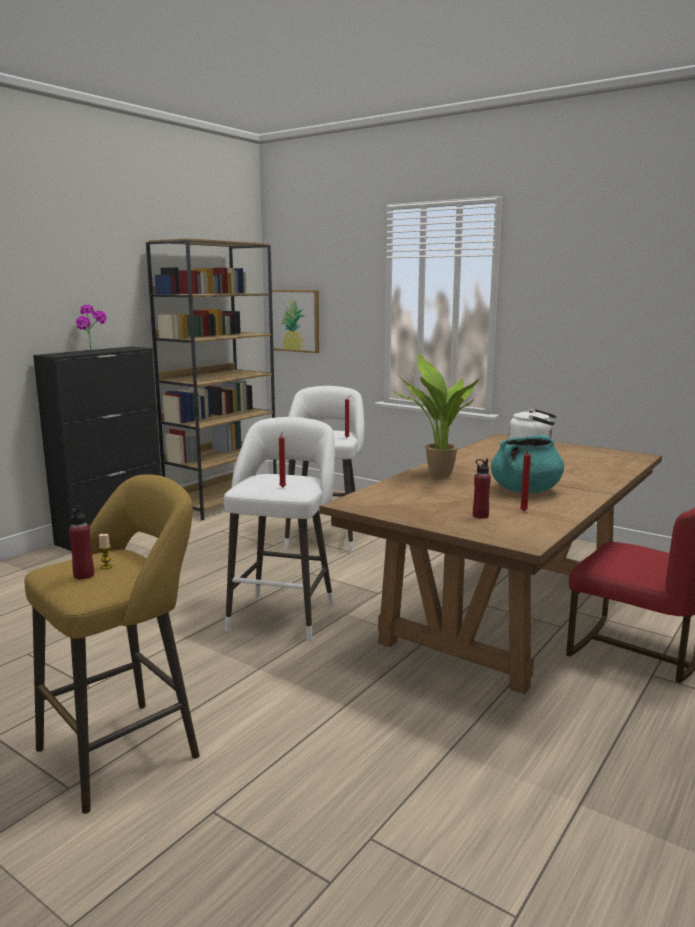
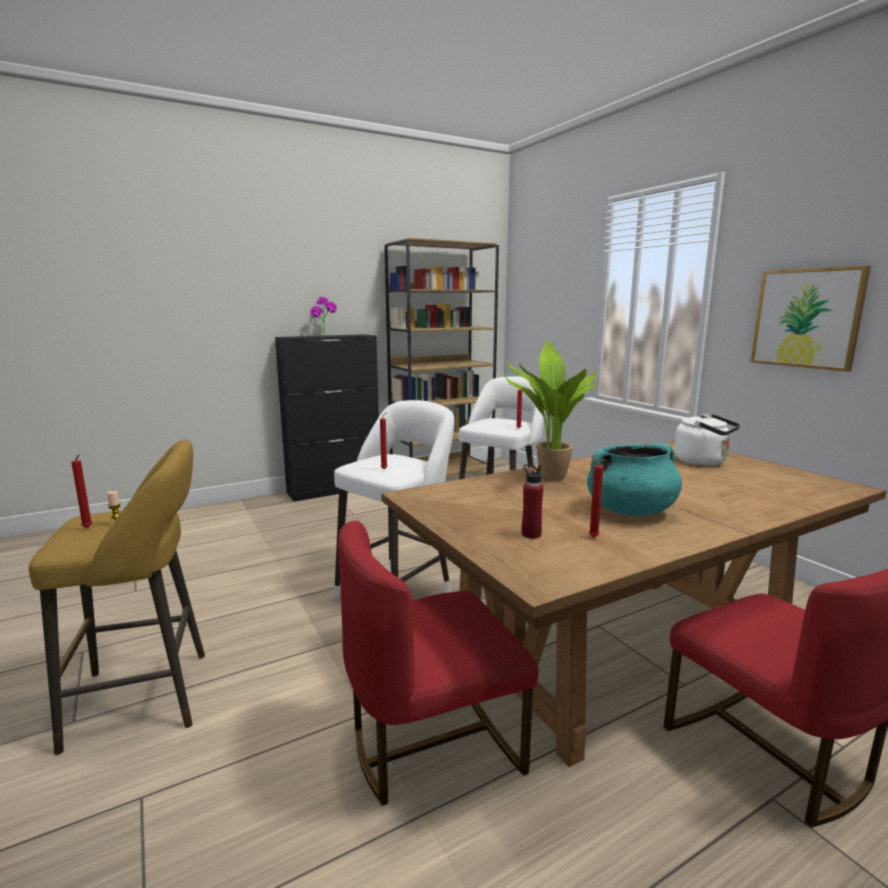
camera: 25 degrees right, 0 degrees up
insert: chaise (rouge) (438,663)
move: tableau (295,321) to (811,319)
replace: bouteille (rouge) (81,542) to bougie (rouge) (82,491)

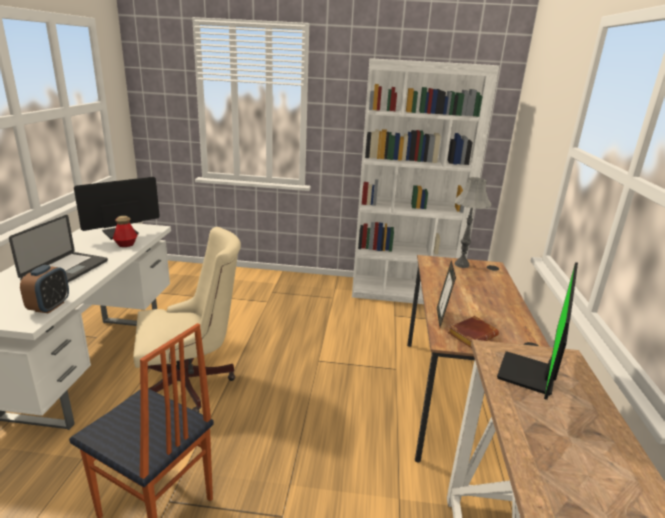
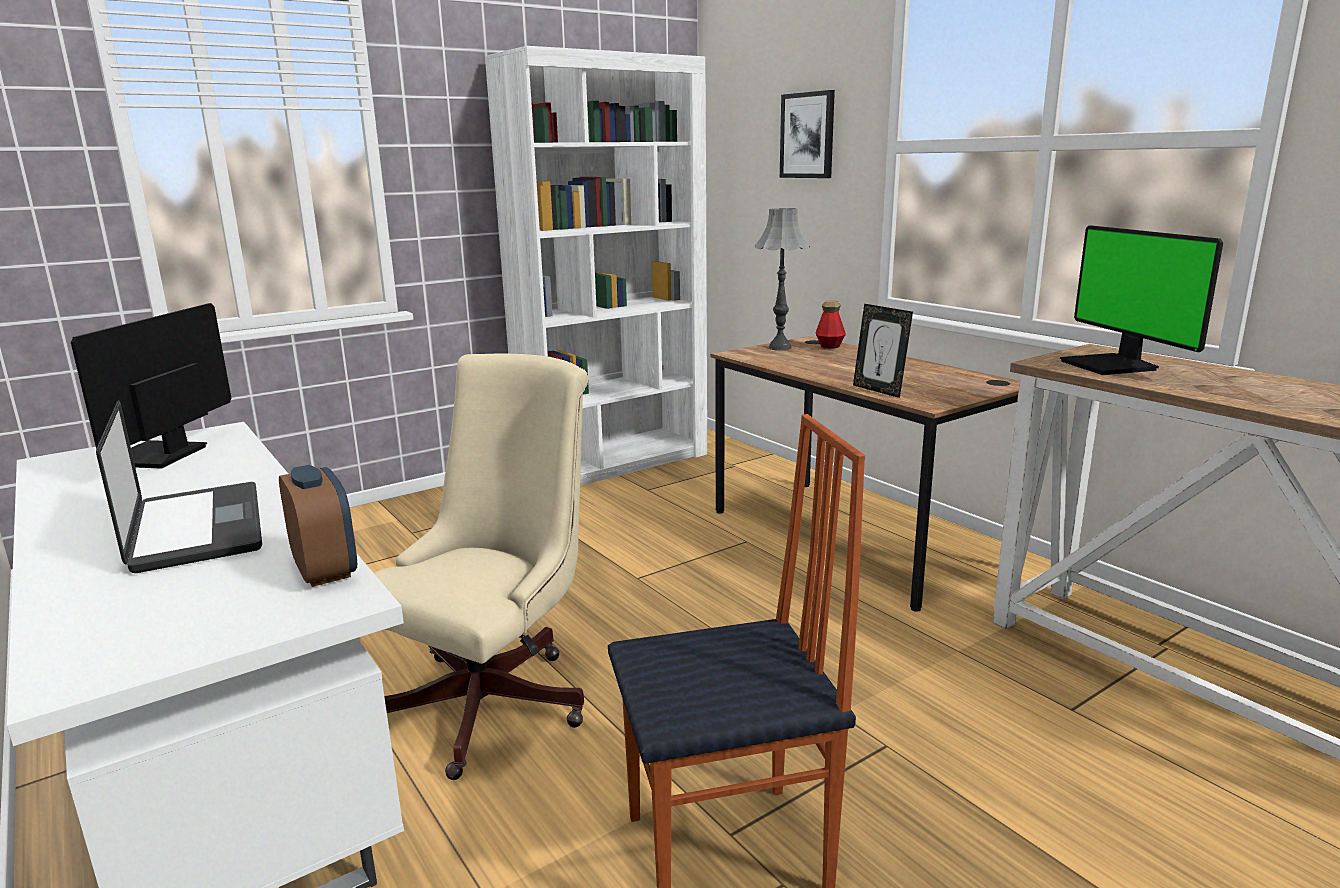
camera: 40 degrees left, 5 degrees down
delete: livre (marron) (473,332)
insert: tableau (807,134)
move: bouteille (125,231) to (830,324)

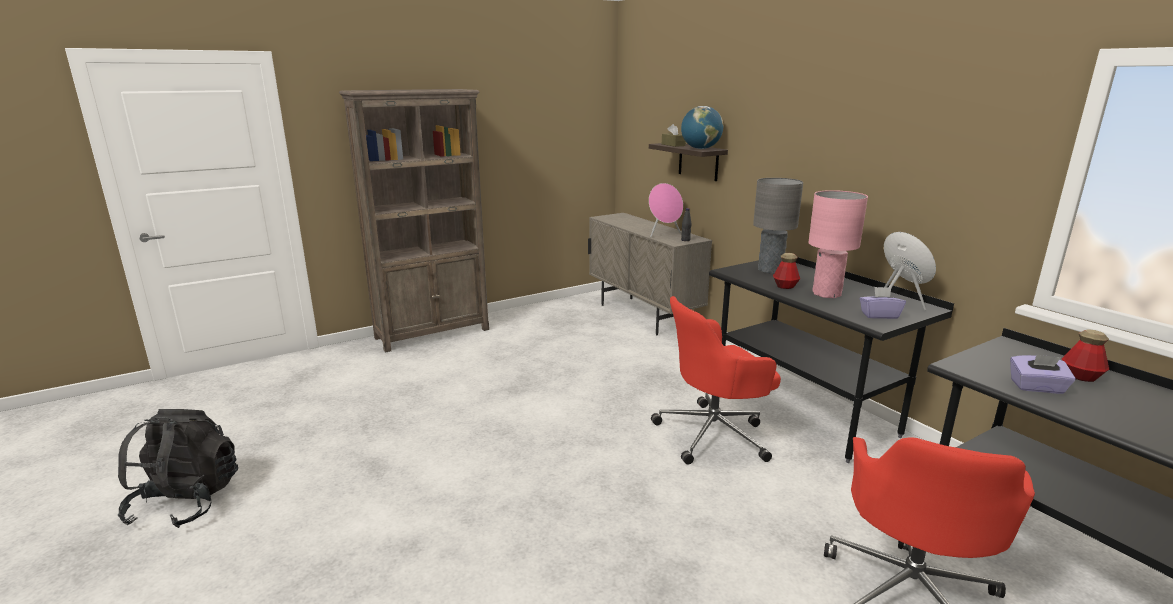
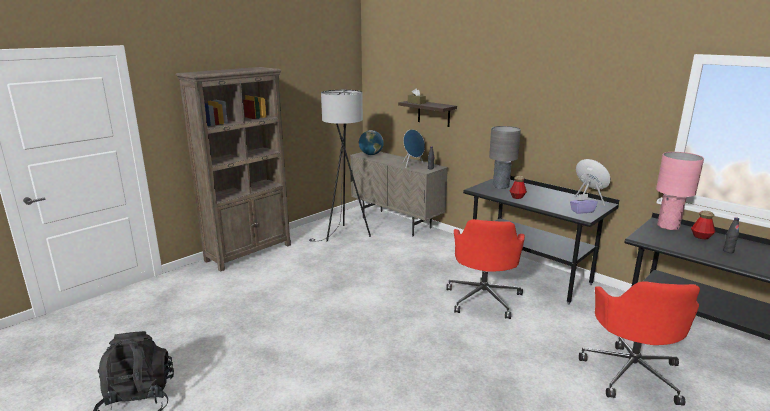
camera: 15 degrees left, 0 degrees up
delete: boîte à mouchoirs (violet) (1043,374)
insert: lampadaire (gris) (340,166); bouteille (noir) (731,235)
move: globe (702,127) to (371,142); lampe de table (rose) (838,244) to (680,191)
recolor: enceinte (rose) (666,210) to enceinte (bleu) (414,148)
rotate: chaise de bureau (rouge) (716,380) = (485,269) 45 degrees counterclockwise

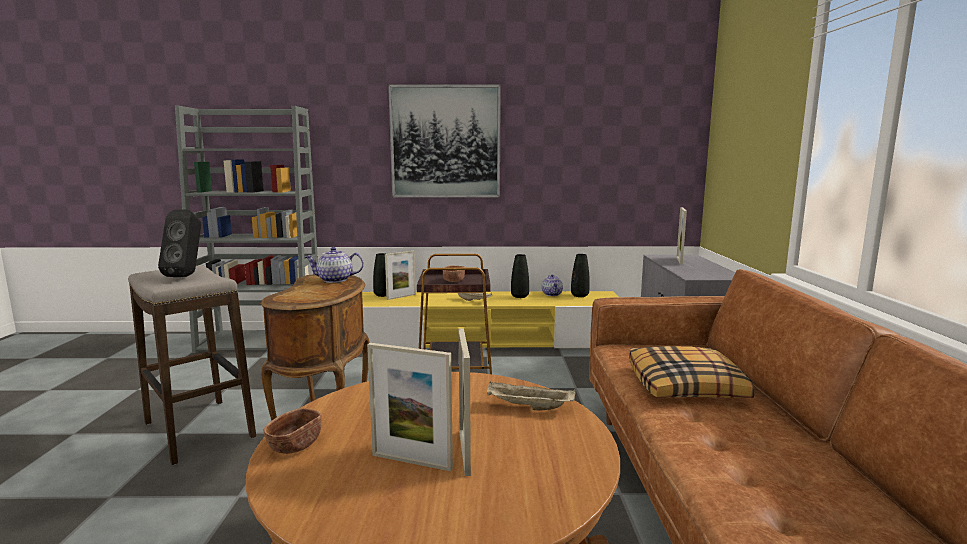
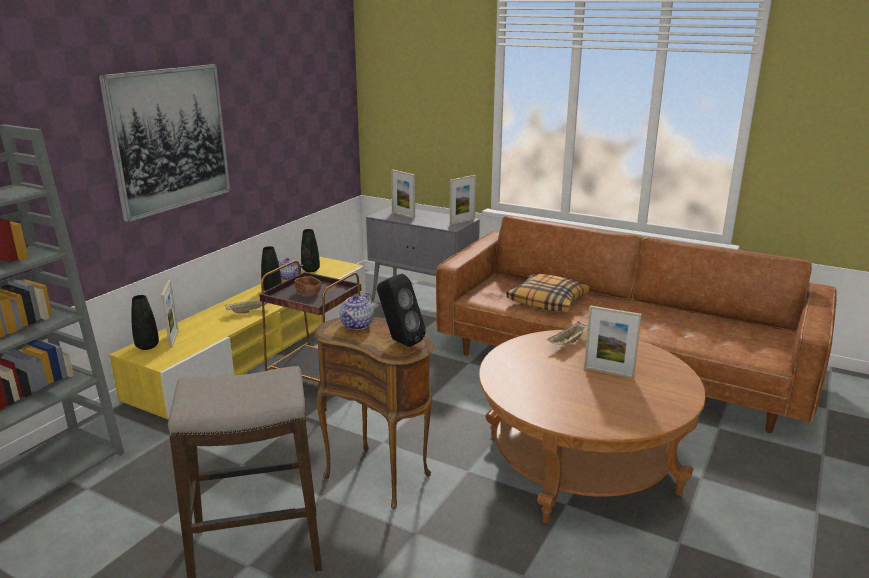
camera: 60 degrees left, 10 degrees up
delete: bol (marron) (293,431)
move: enceinte (noir) (179,243) to (401,310); cadre photo (410,407) to (463,200)

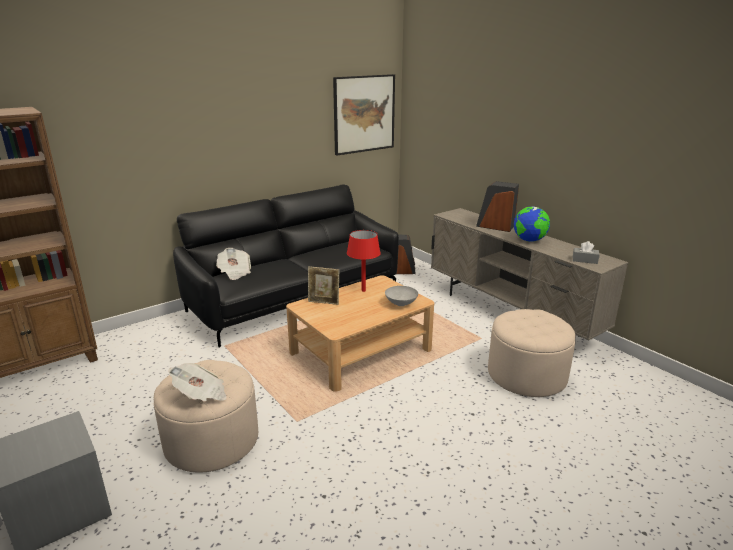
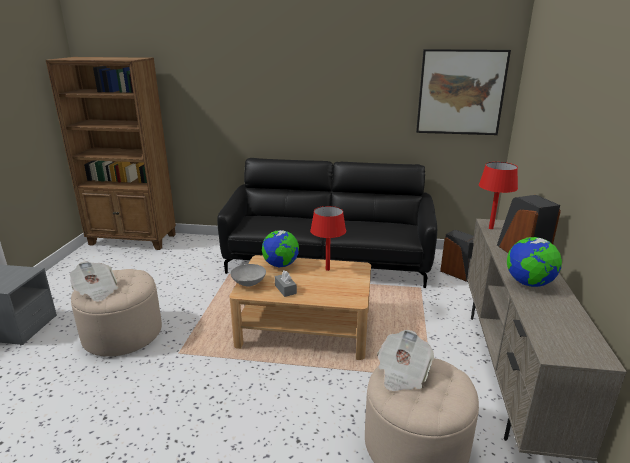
camera: 45 degrees right, 0 degrees up
insert: lampe de table (rouge) (498,195)
move: journal (233,264) to (405,360); bol (gris) (401,296) to (248,275); boîte à mouchoirs (gris) (586,252) to (286,284)
replace: cadre photo (323,285) to globe (280,248)

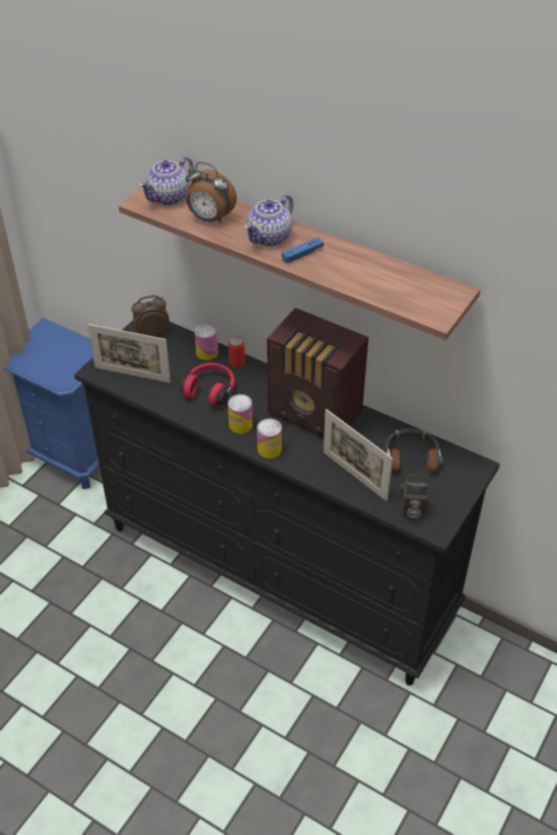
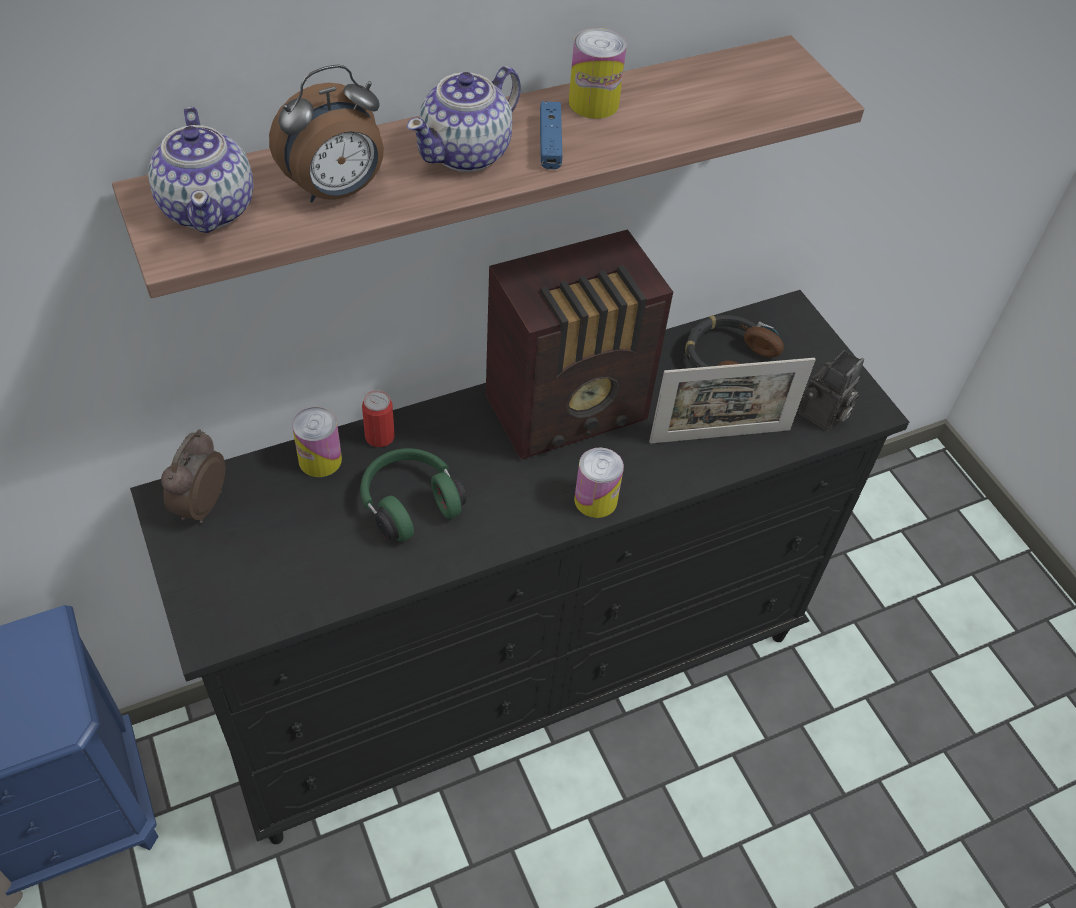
camera: 60 degrees left, 5 degrees up
delete: cadre photo (129,353)
move: boîte métallique (240,414) to (598,73)
recolor: casque audio (rouge) (207,385) to casque audio (vert) (413,495)
rotate: théière (269,221) = (464,119) 60 degrees clockwise

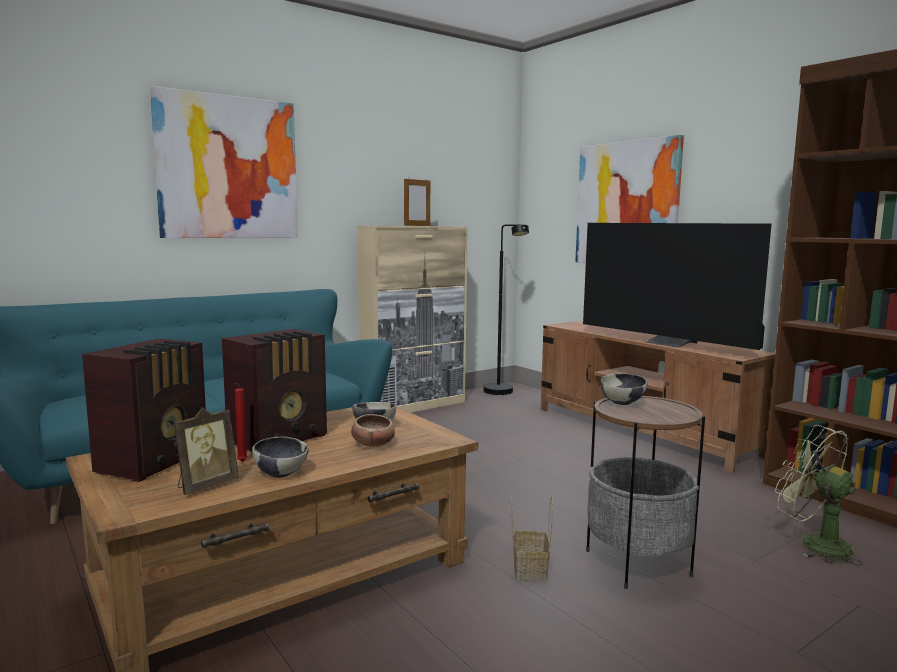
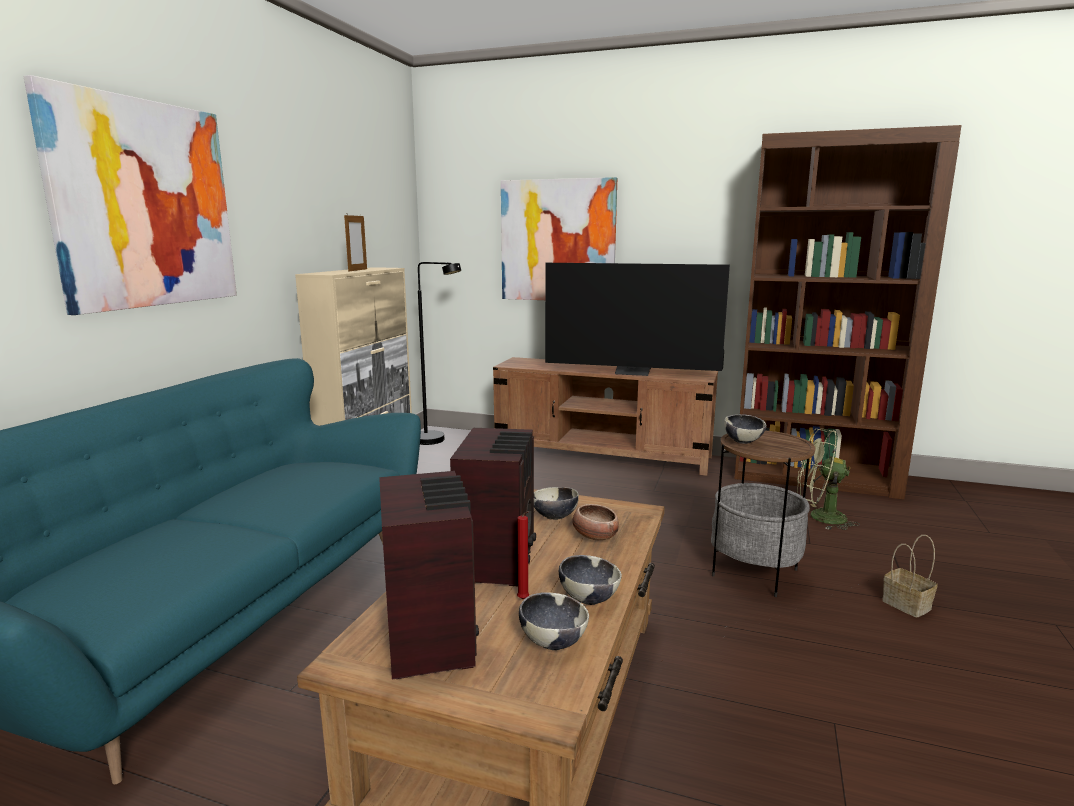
camera: 35 degrees left, 5 degrees up
move: panier (532,538) to (910,576)
replace: cadre photo (206,451) to bol (554,621)

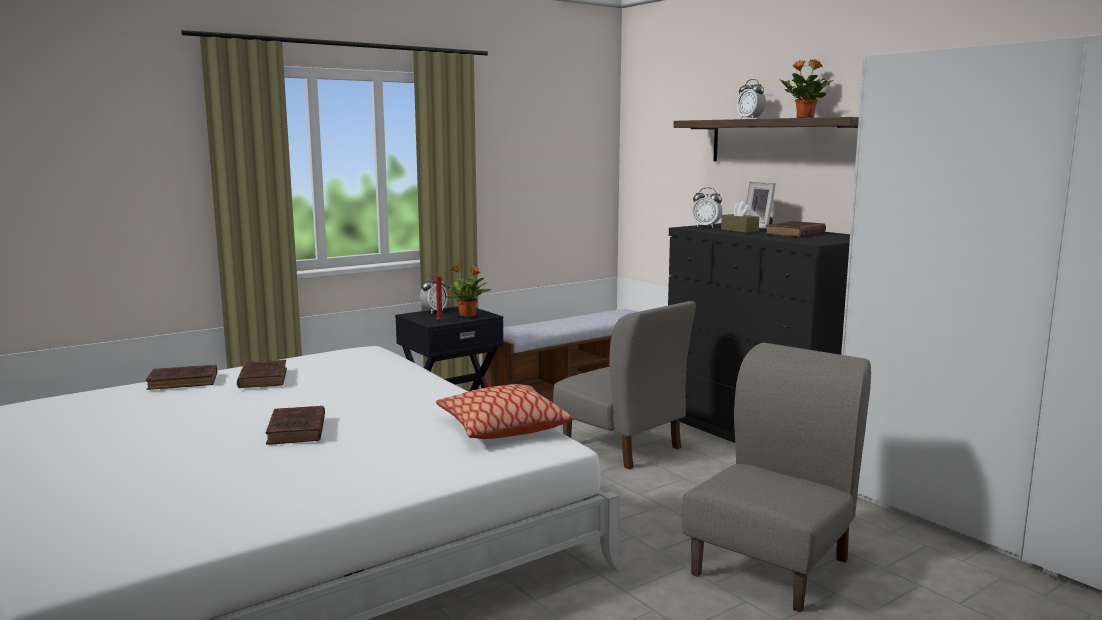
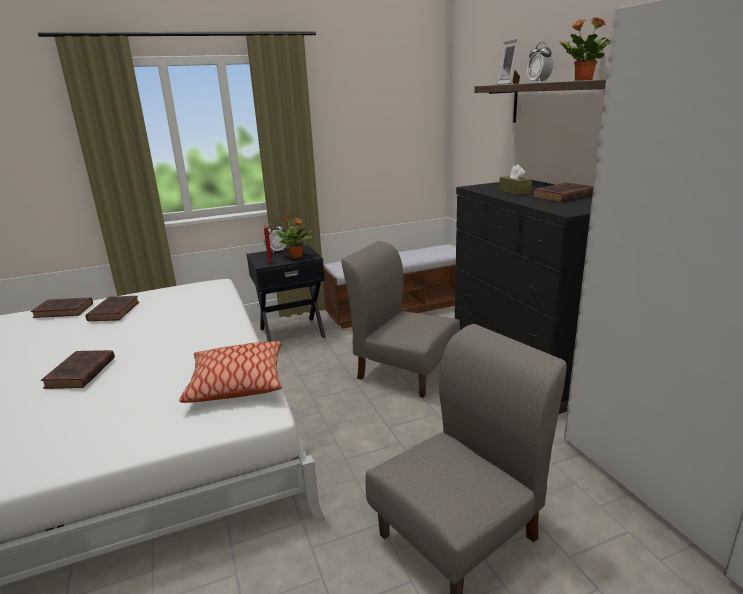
camera: 15 degrees right, 10 degrees up
delete: réveil (707,208)
move: cadre photo (760,205) to (508,61)
rotate: chaise (gris) (624,385) = (400,319) 150 degrees clockwise

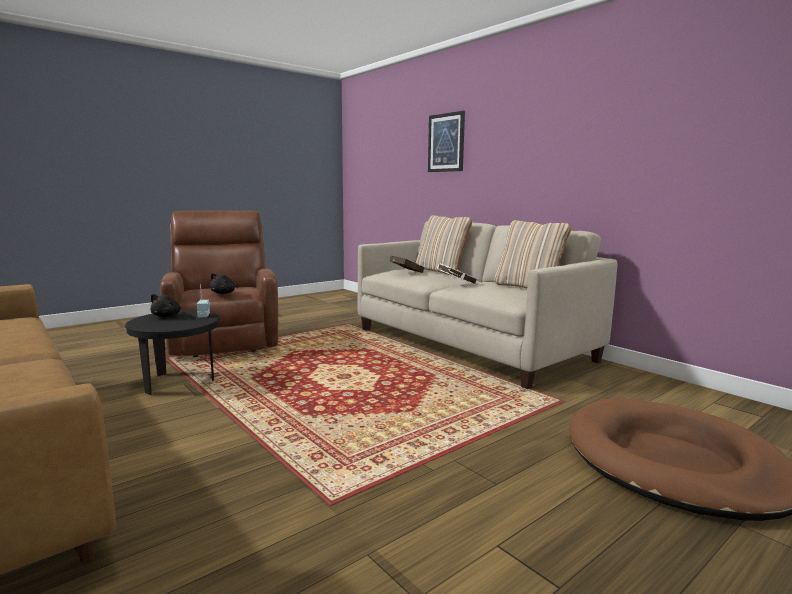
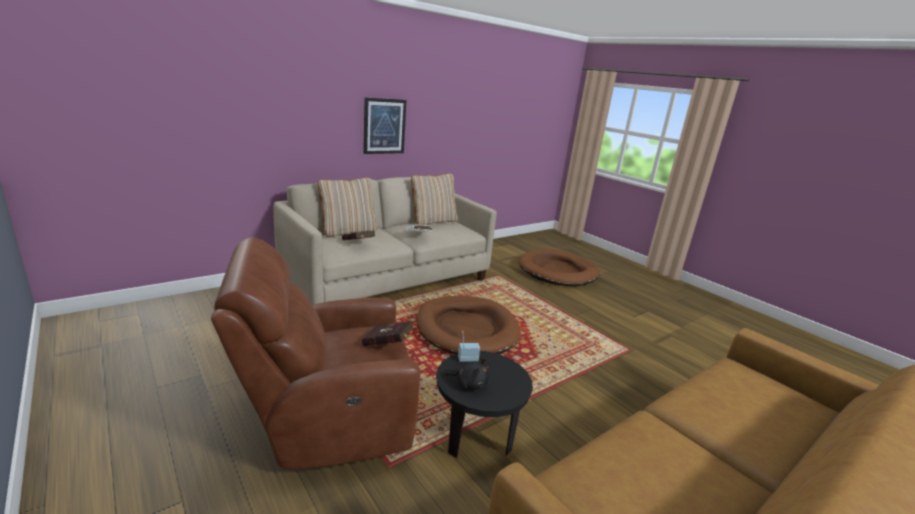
camera: 90 degrees left, 10 degrees up
insert: panier pour chien (marron) (469,325)
move: tableau (446,141) to (384,126)
replace: peluche (noir) (224,283) to livre (rouge) (387,333)

